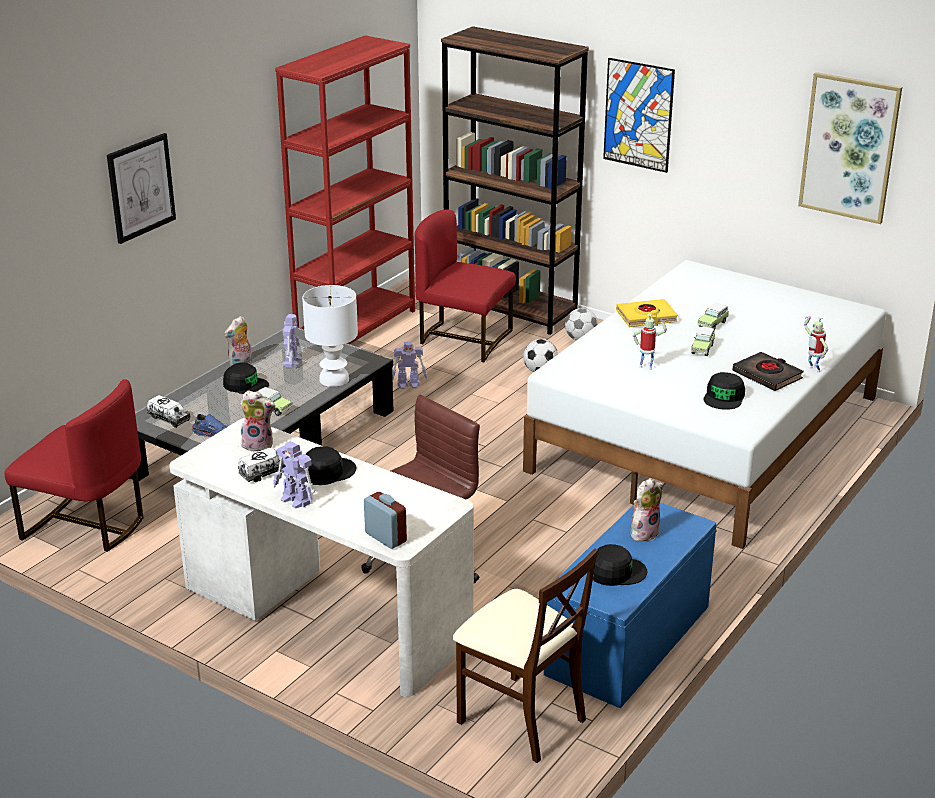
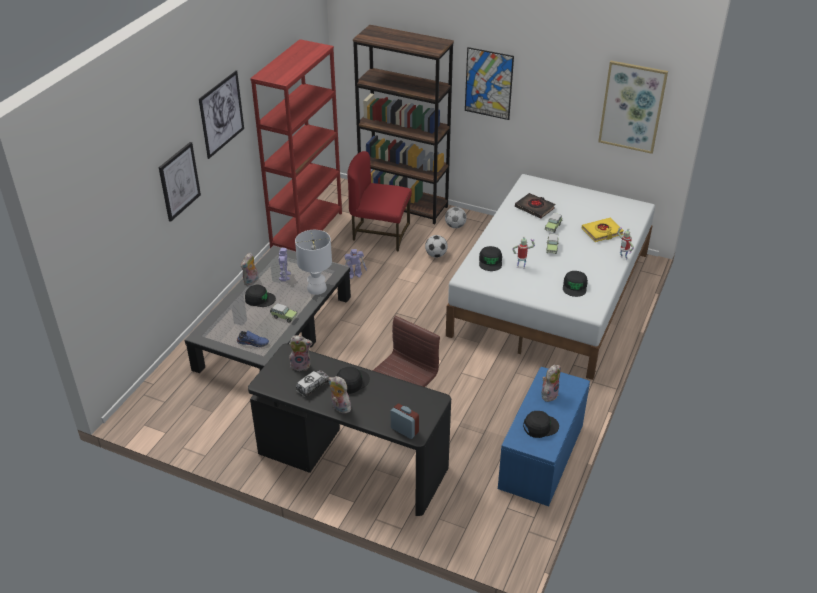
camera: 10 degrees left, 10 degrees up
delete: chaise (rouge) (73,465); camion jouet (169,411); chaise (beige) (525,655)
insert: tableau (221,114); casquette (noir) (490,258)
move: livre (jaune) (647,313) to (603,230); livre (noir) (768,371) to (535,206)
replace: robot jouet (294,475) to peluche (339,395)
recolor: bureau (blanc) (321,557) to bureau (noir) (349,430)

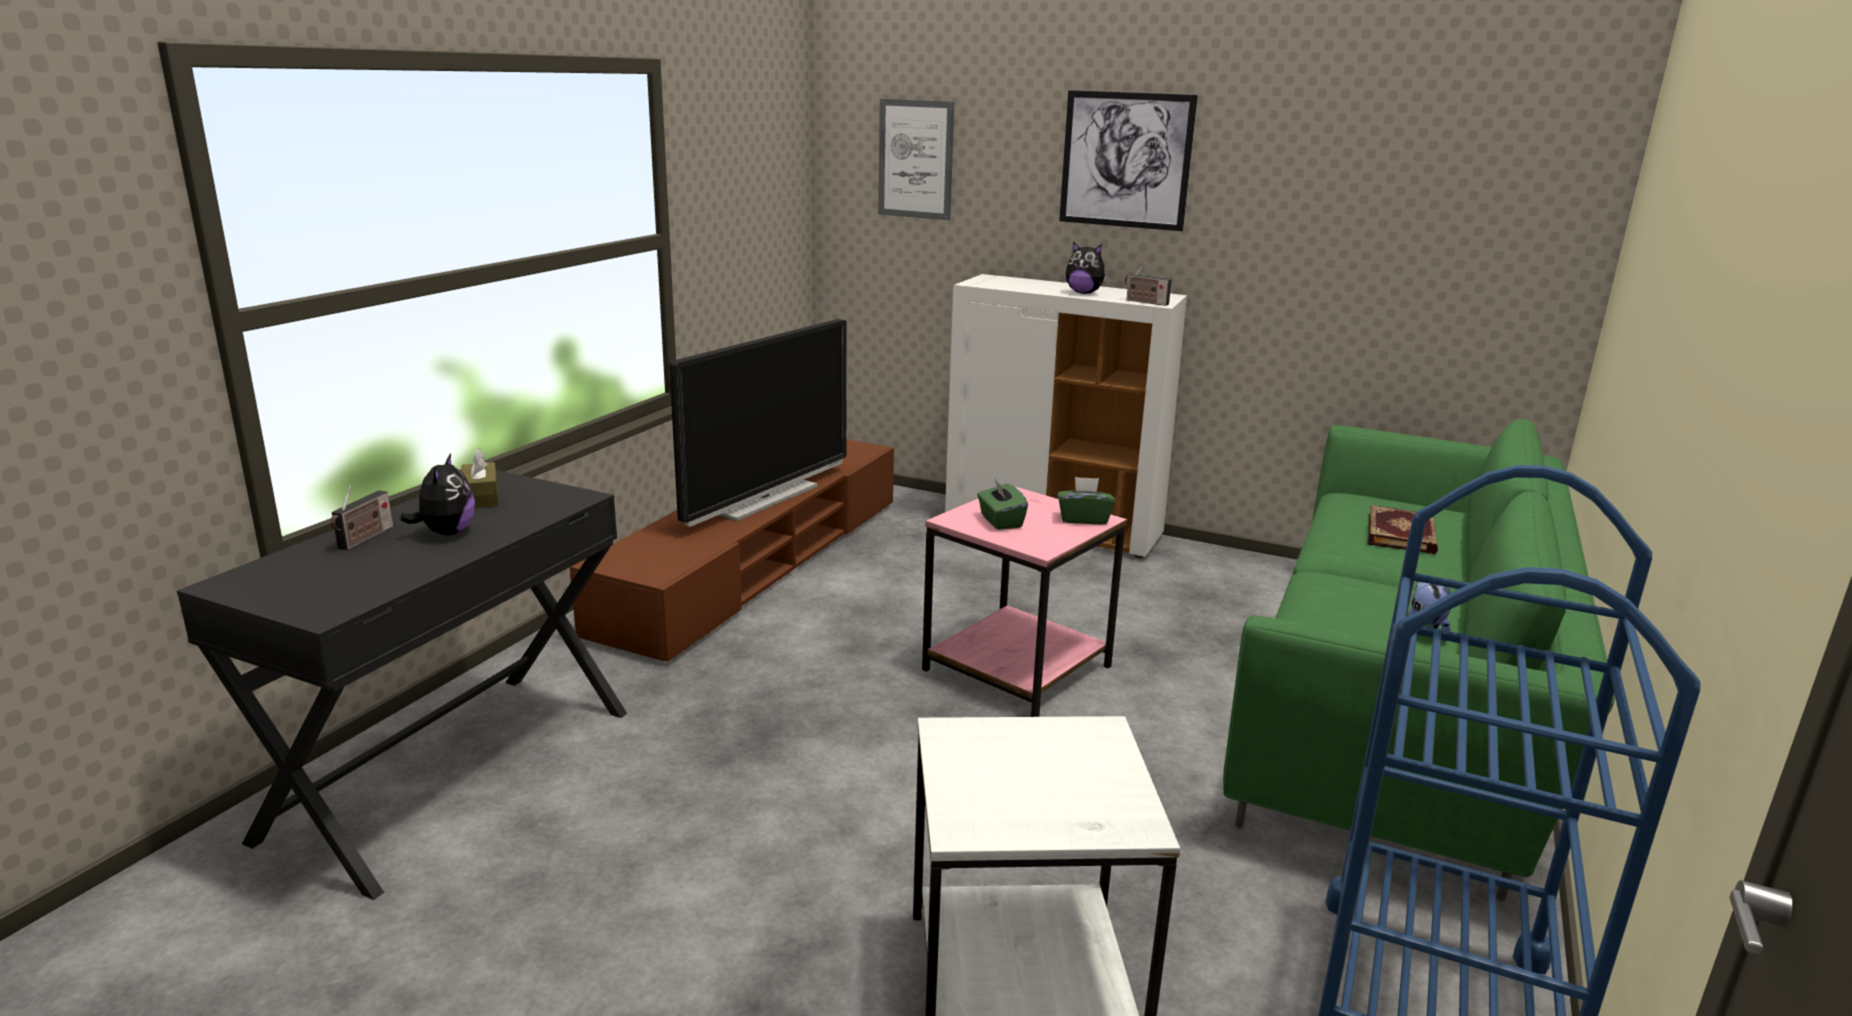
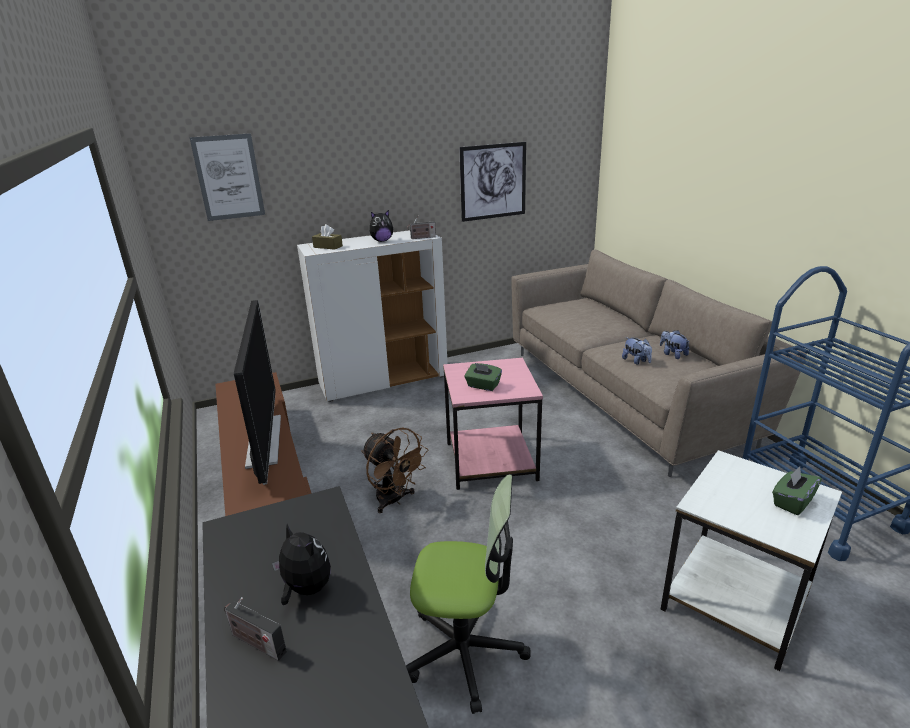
camera: 45 degrees left, 5 degrees up
delete: livre (1403,529)
insert: ventilateur (marron) (394,470); chaise de bureau (468,594); peluche (637,351)
move: boîte à mouchoirs (marron) (480,478) to (327,237); boîte à mouchoirs (vert) (1086,501) to (797,491); tableau (1128,160) to (492,182)
recolor: canapé (vert) (1419,660) to canapé (beige) (658,363)
rotate: radio (361,517) = (255,629) 150 degrees clockwise

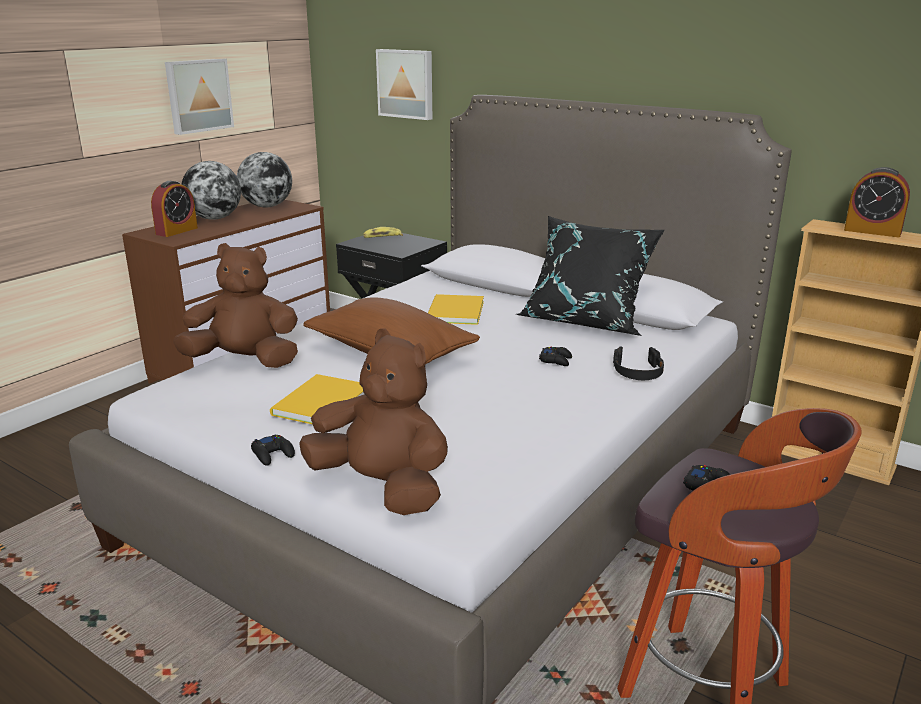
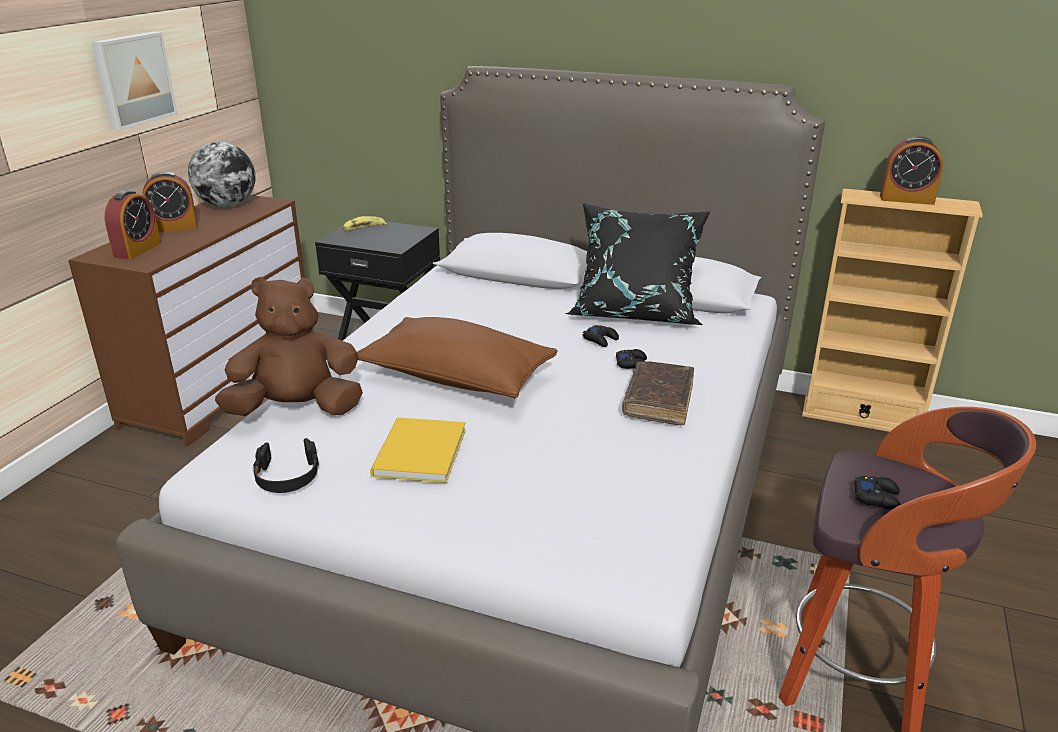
camera: 15 degrees left, 5 degrees up
delete: peluche (marron) (373,422); tableau (404,84); livre (jaune) (456,309)
insert: livre (marron) (658,393)
move: manette (noir) (273,450) to (601,336); casque audio (noir) (638,363) to (286,465)
replace: globe (211,190) to réveil (170,202)

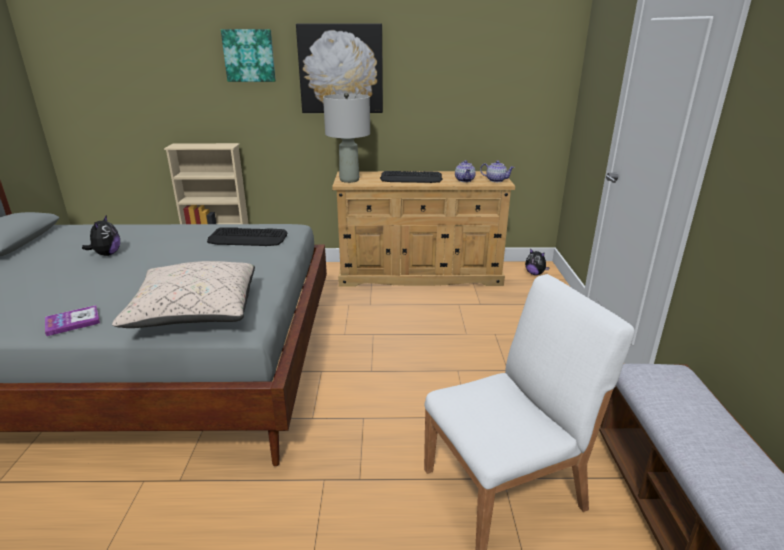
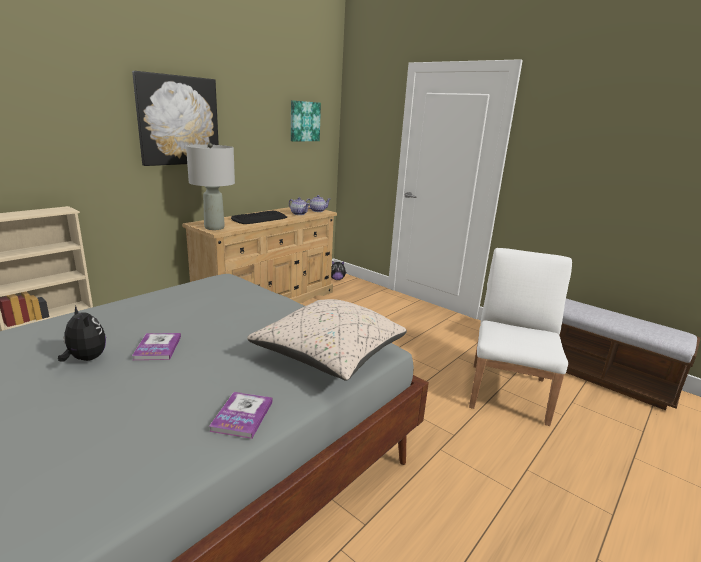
camera: 50 degrees left, 5 degrees down
delete: clavier (247,236)
insert: livre (156,346)
move: tableau (248,55) to (306,121)

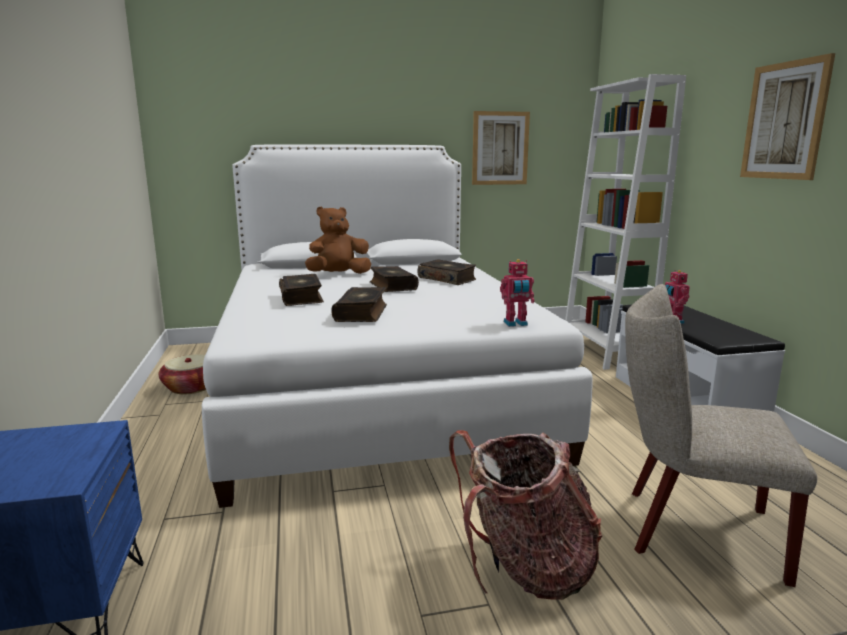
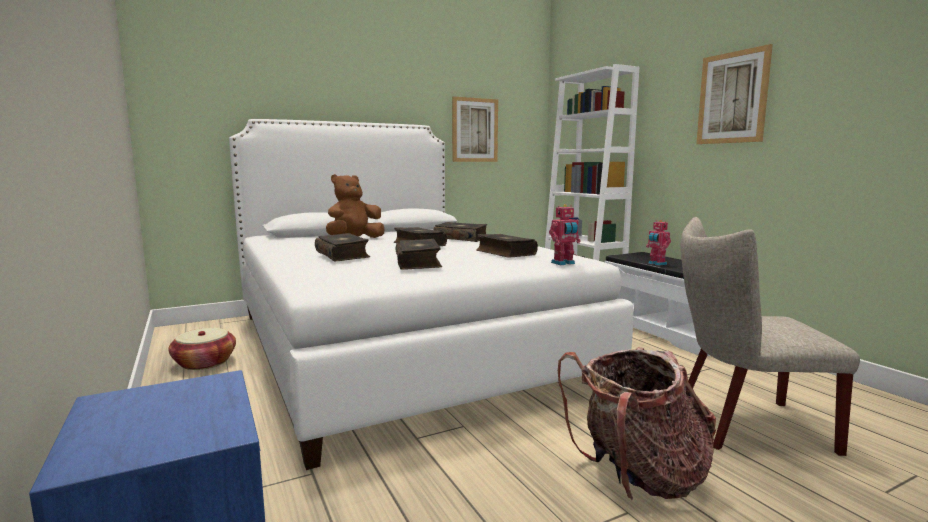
camera: 15 degrees left, 5 degrees down
insert: livre (507,246)

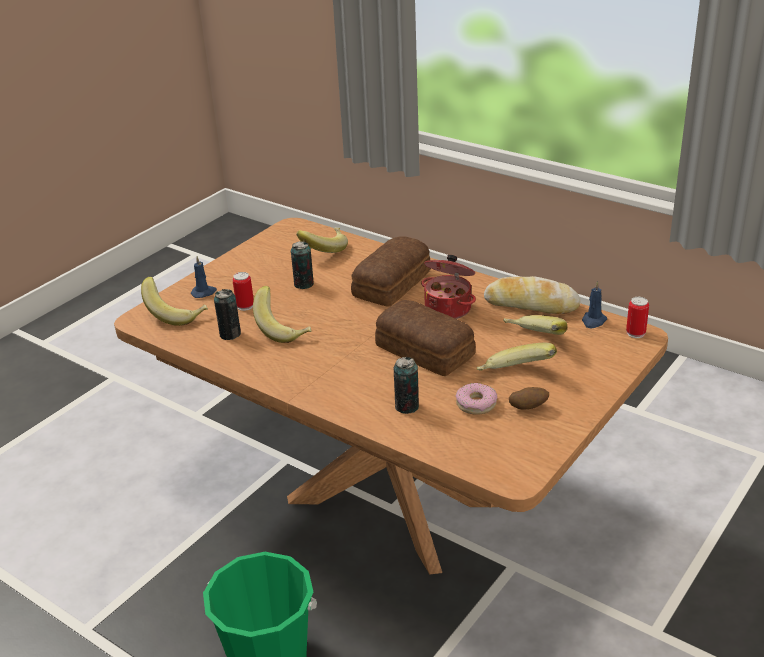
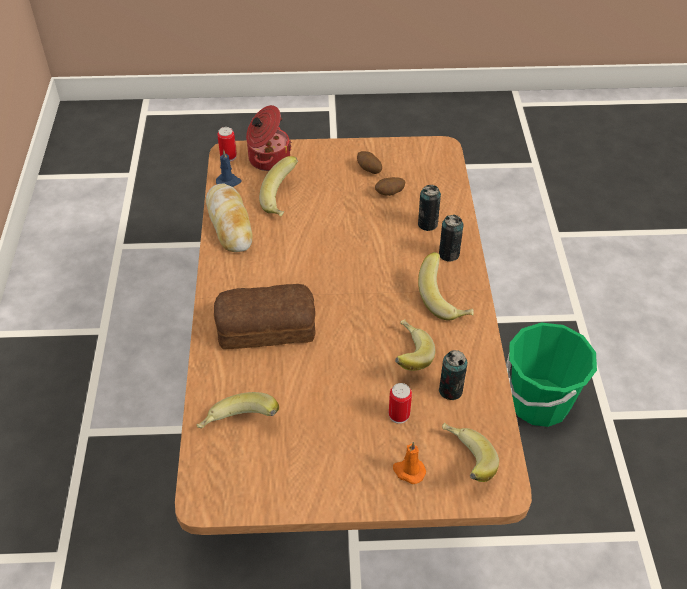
camera: 130 degrees left, 15 degrees up
delete: pain (425,338)
move: boîte métallique (302,265) to (451,238); marmite (448,287) to (269,138); banane (517,357) to (446,286)
replace: beignet (476,399) to pomme de terre (390,186)
recolor: bougie (bleu) (204,277) to bougie (orange) (409,463)

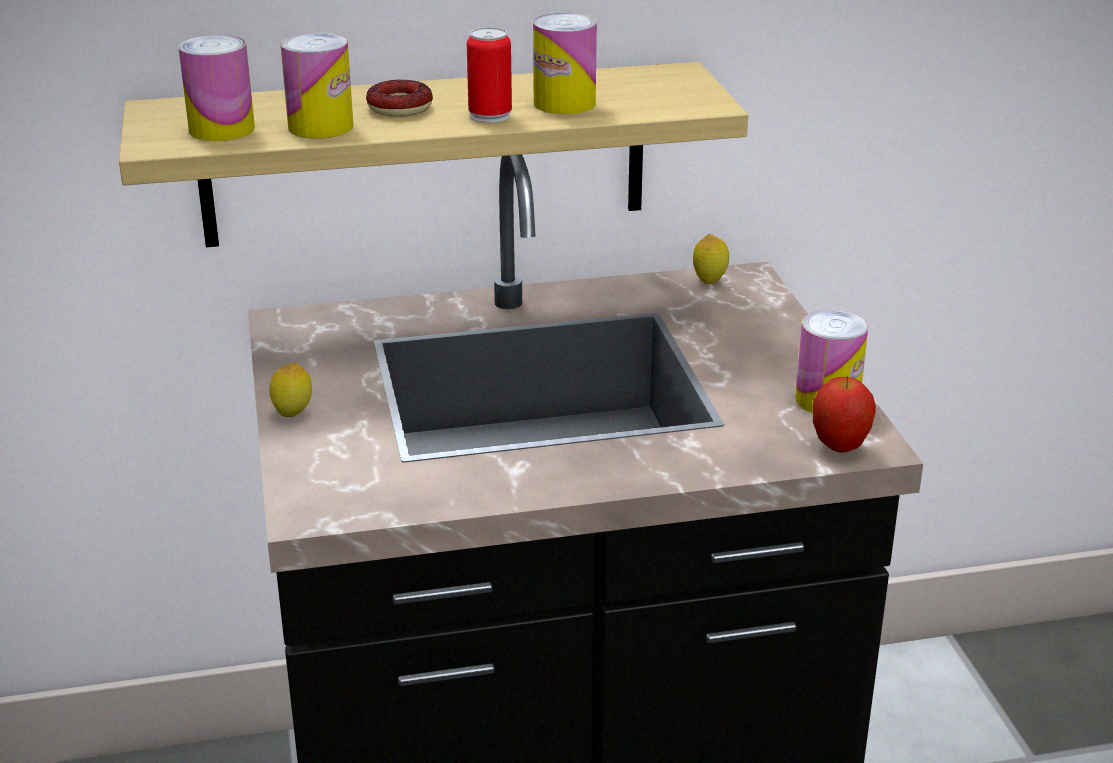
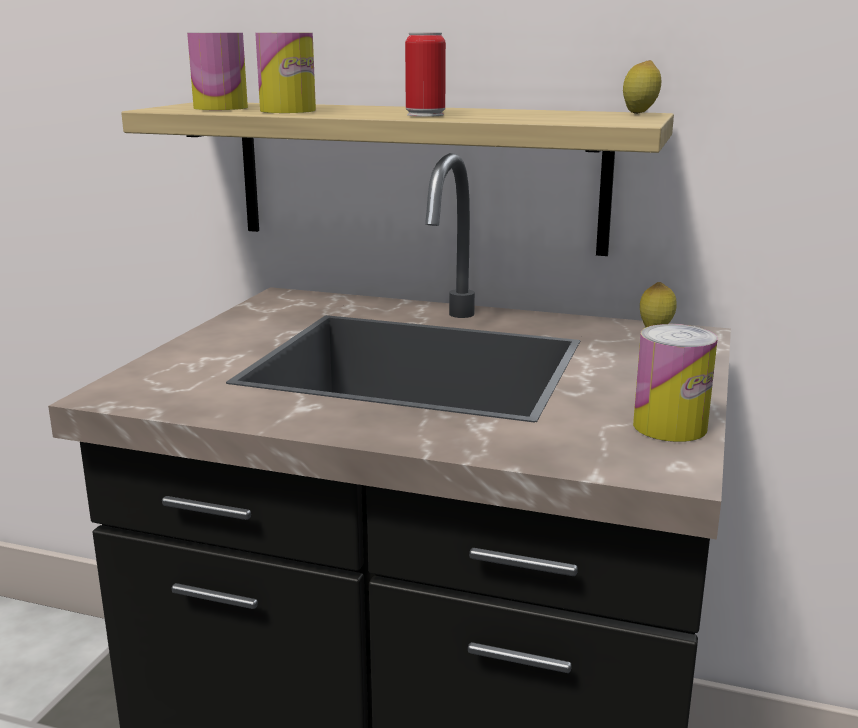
camera: 30 degrees right, 10 degrees down
delete: beignet (399,98); boîte métallique (565,63); pomme (844,414)
move: citron (290,389) to (642,87)

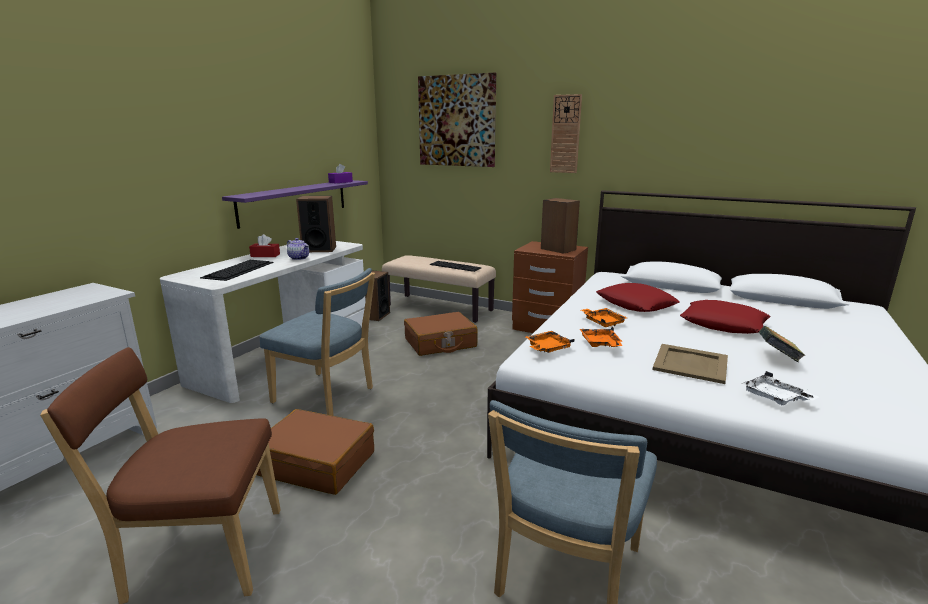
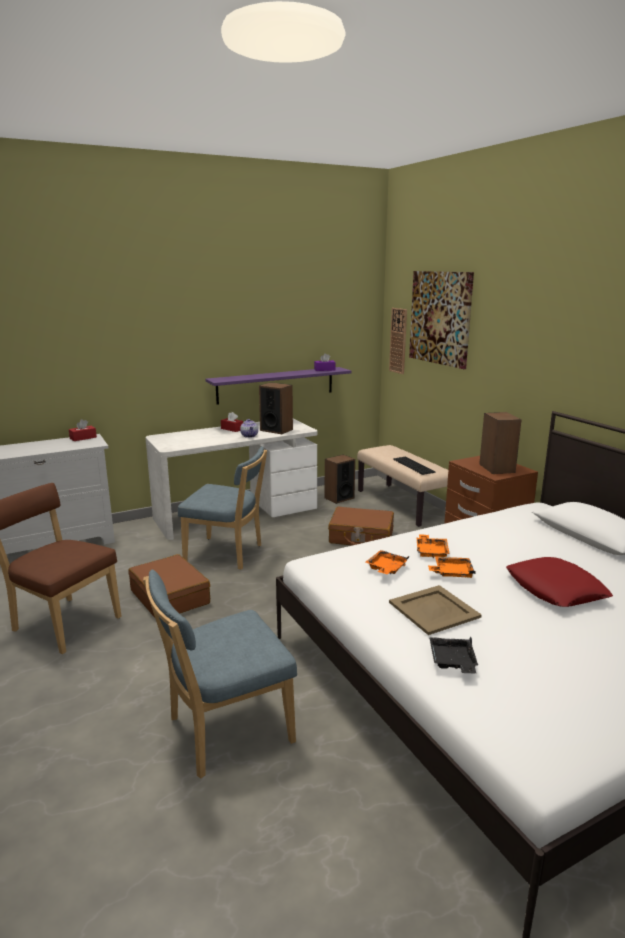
camera: 35 degrees right, 0 degrees up
delete: clavier (237,270); coussin (rouge) (638,297); livre (782,344)
insert: boîte à mouchoirs (rouge) (83,430)
move: plateau (orange) (550,342) to (452,567); horloge murale (566,133) to (398,341)
recolor: plateau (blanc) (780,388) to plateau (noir) (453,655)
rotate: chaise (bleu) (317,342) = (222,508) 45 degrees counterclockwise

